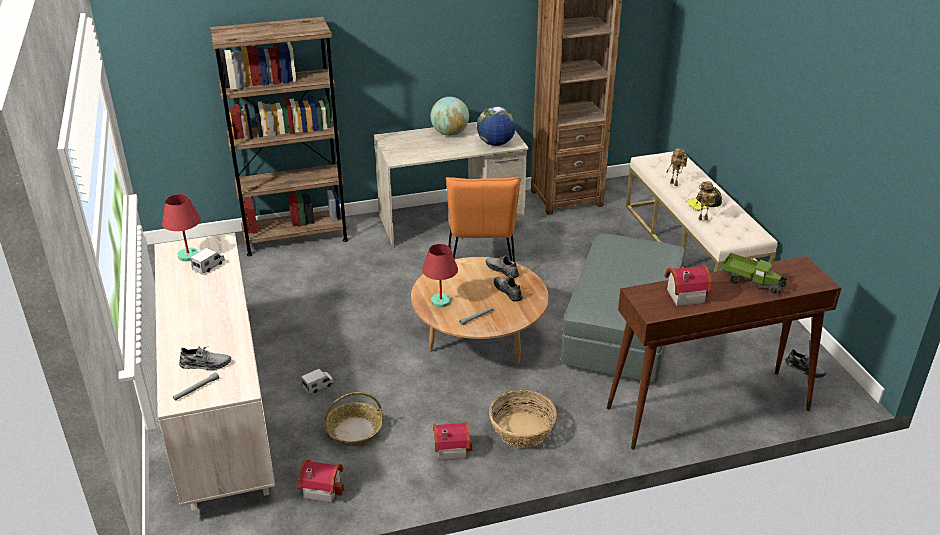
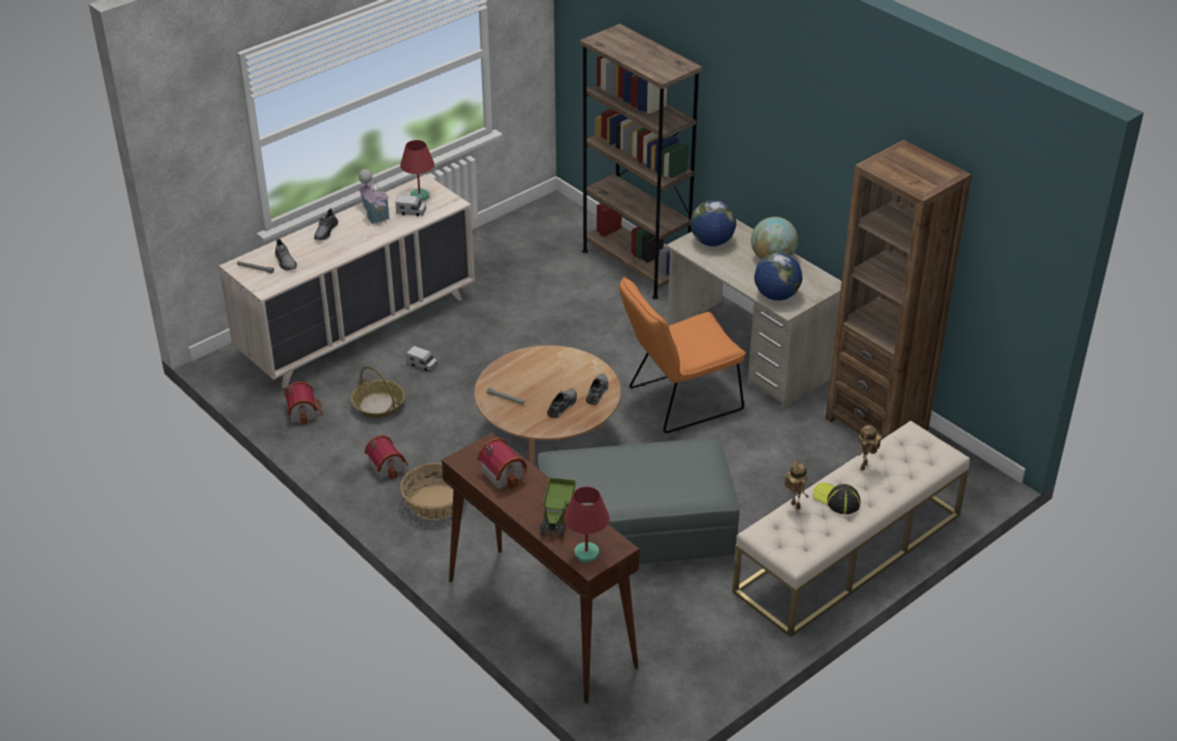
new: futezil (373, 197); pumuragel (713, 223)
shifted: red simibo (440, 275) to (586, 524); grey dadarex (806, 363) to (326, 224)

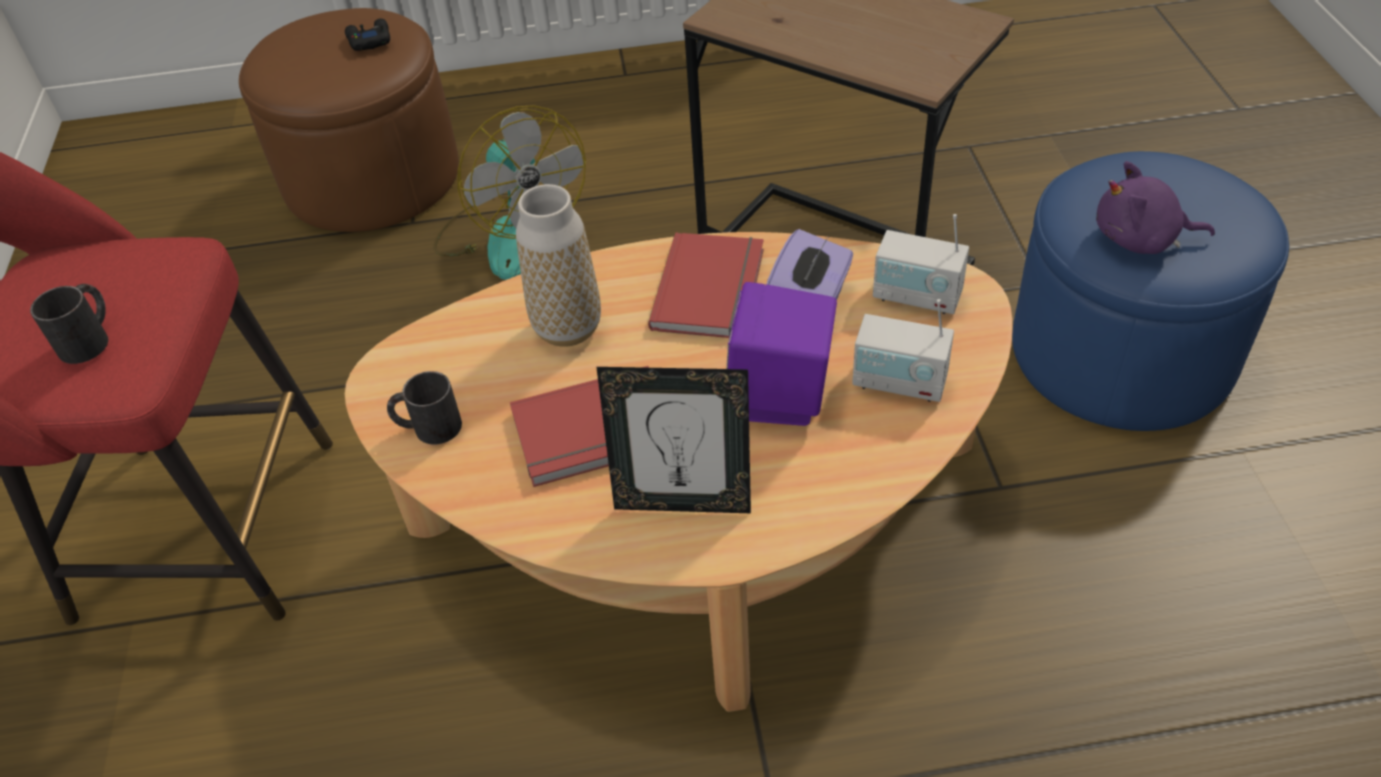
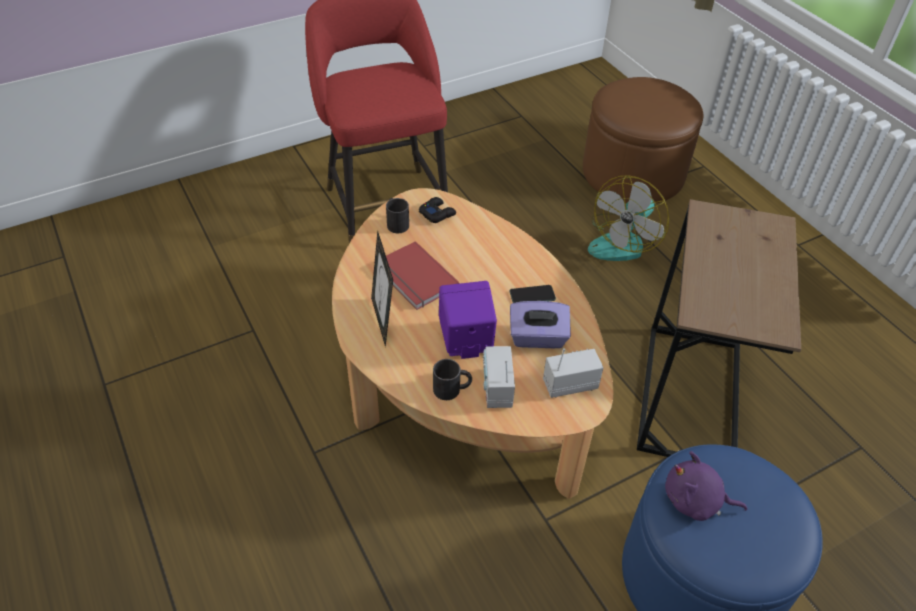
gone: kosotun (558, 265)
shifted: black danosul (367, 35) to (437, 210); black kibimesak (69, 324) to (452, 379)
swapped: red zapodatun (706, 285) to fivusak (532, 294)
rotated: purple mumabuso (1155, 207) = (706, 486) 60 degrees counterclockwise; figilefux (921, 264) = (573, 373) 75 degrees clockwise

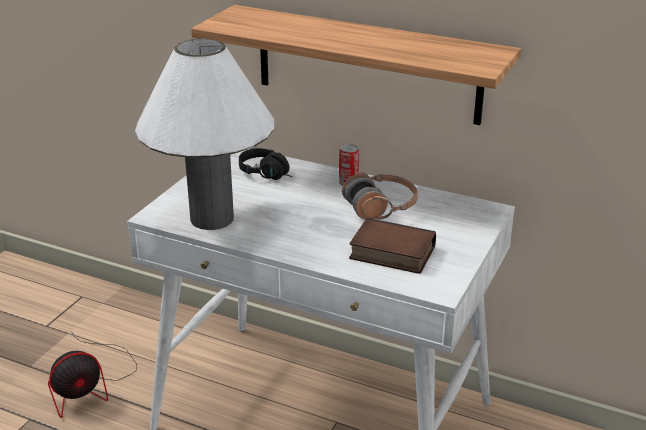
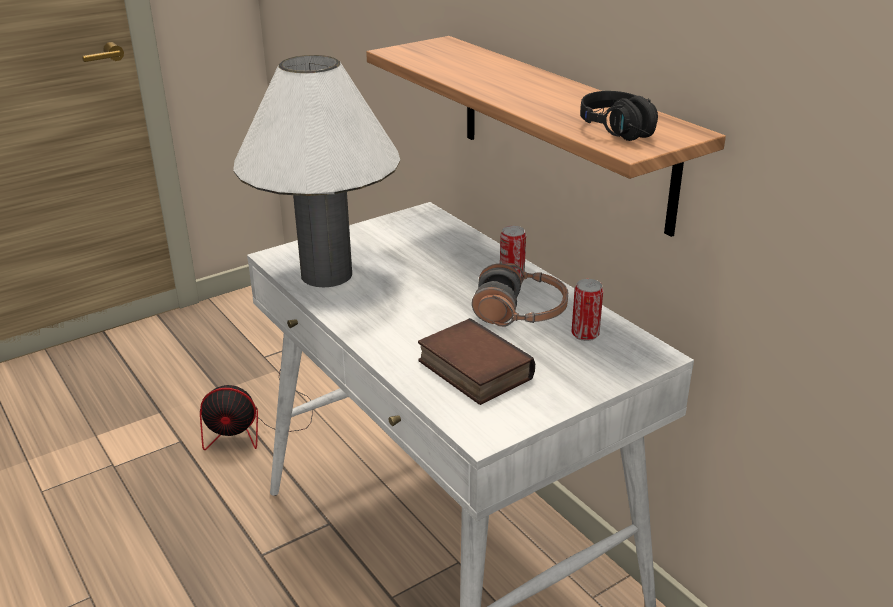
new: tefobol (587, 310)
shifted: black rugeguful (265, 164) to (619, 116)

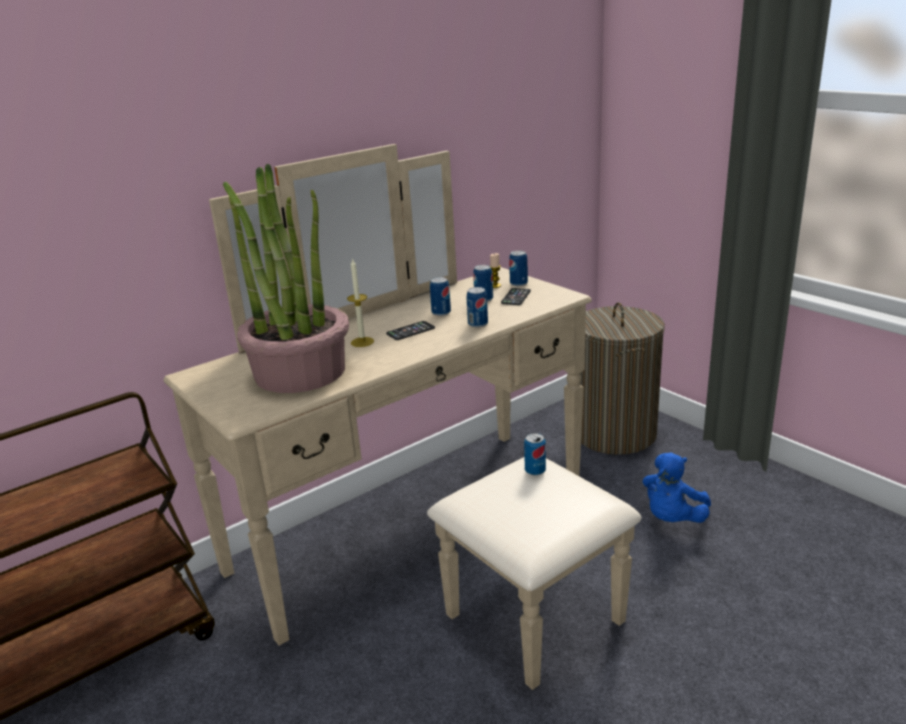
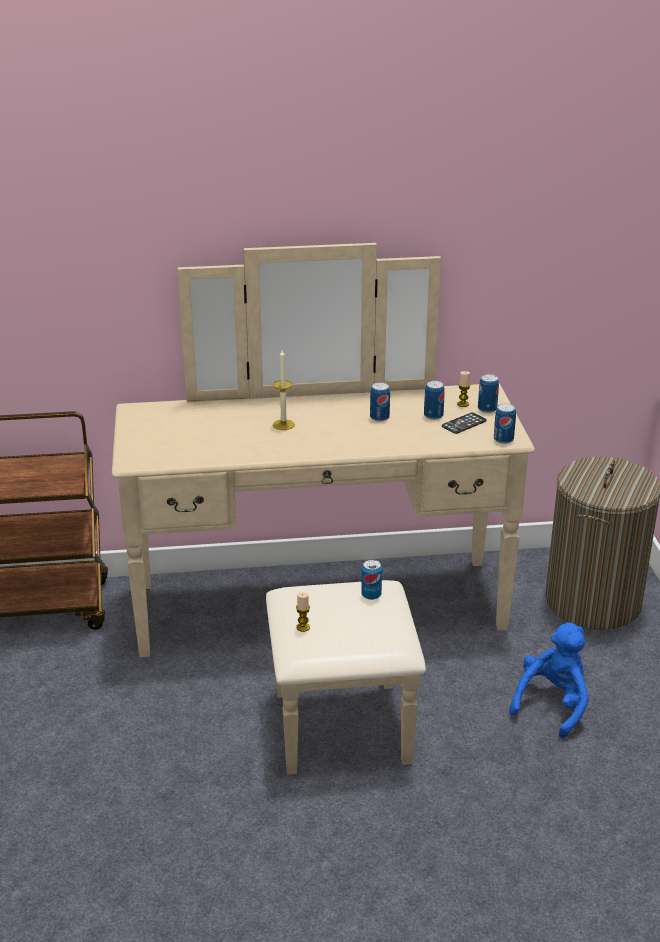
gone: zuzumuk (286, 278); fivusak (410, 330)
new: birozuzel (303, 612)
shifted: tefobol (477, 307) to (505, 423)
rotated: blue mumabuso (677, 487) = (549, 680) 150 degrees clockwise

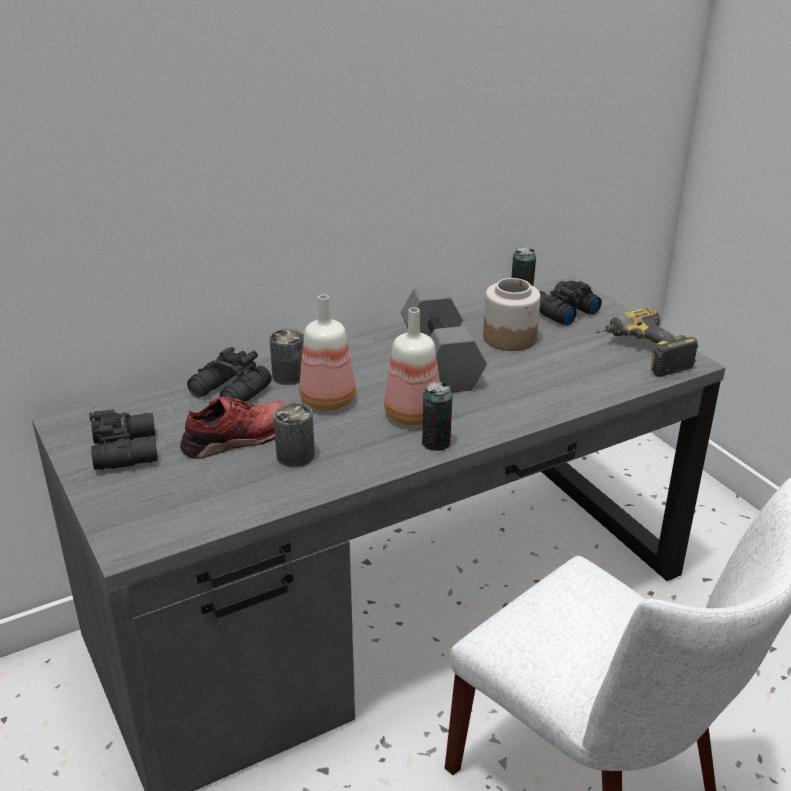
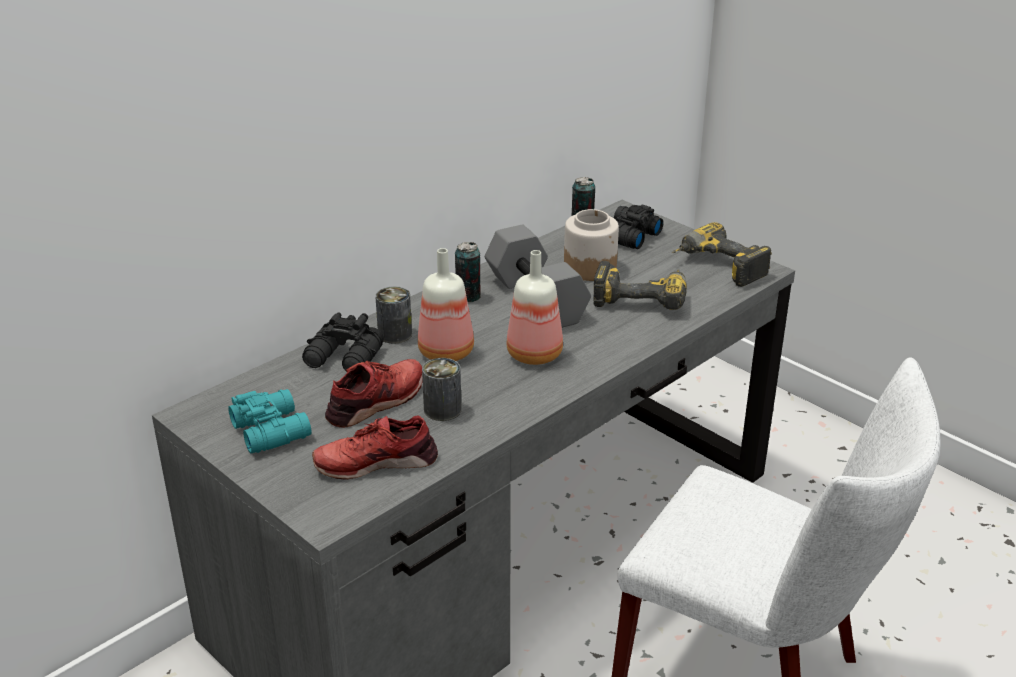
new: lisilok (640, 285); red dadarex (375, 447)
shifted: tefobol (437, 416) to (468, 272)
repainted: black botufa (123, 439) to turquoise botufa (270, 421)

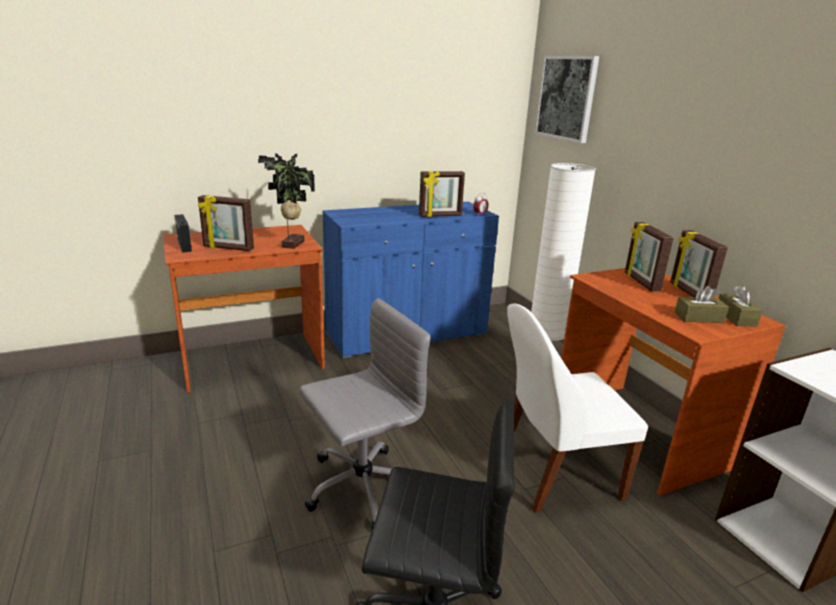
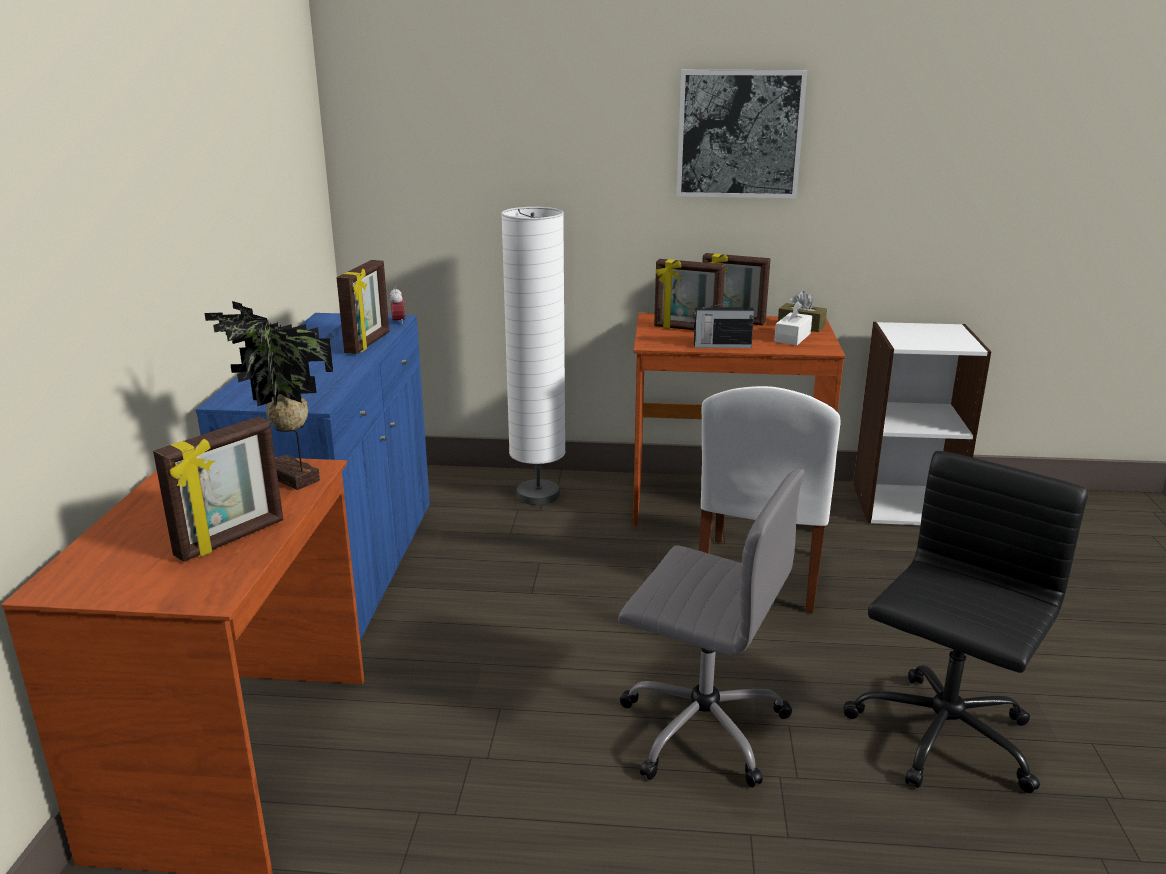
shifted: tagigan (567, 99) to (742, 134); figilefux (183, 233) to (723, 323)
repainted: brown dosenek (701, 304) to white dosenek (793, 323)
rotated: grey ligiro (365, 413) = (711, 628) 120 degrees clockwise

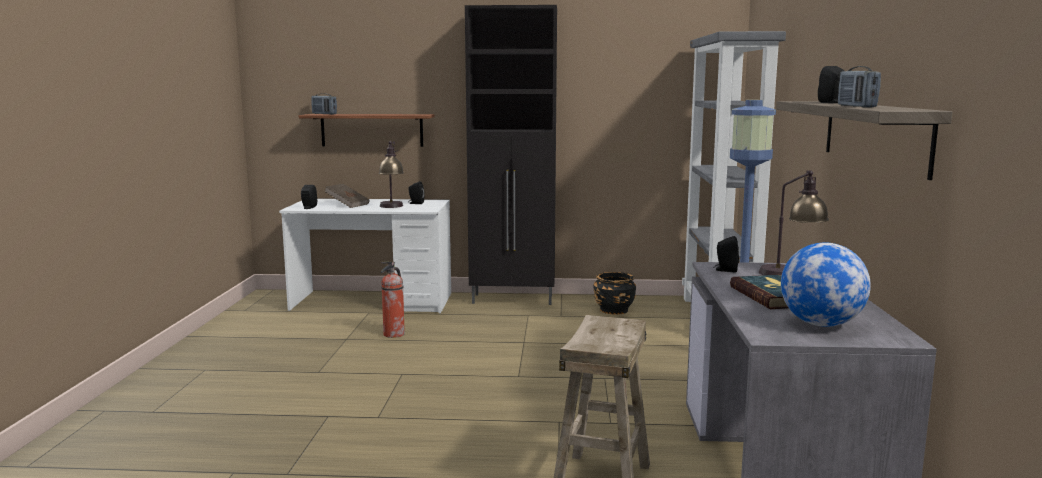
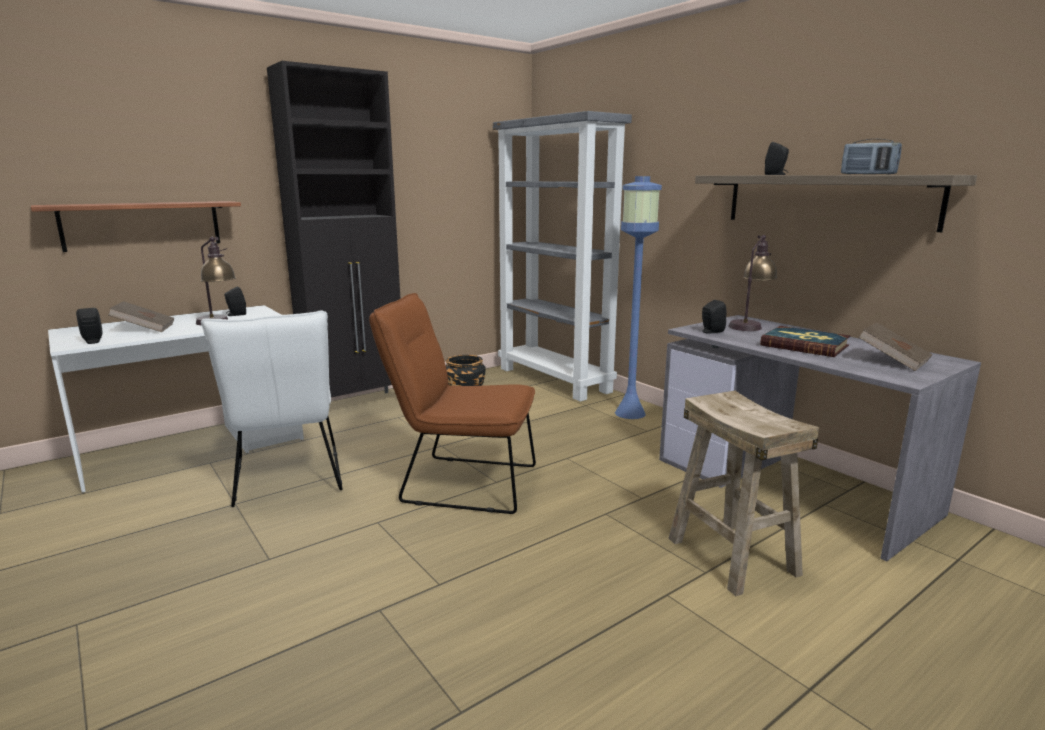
gone: figilefux (324, 104)
new: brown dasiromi (452, 403)
swapped: pumuragel (826, 284) to brown zapodatun (895, 347); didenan (393, 299) to white dasiromi (272, 408)

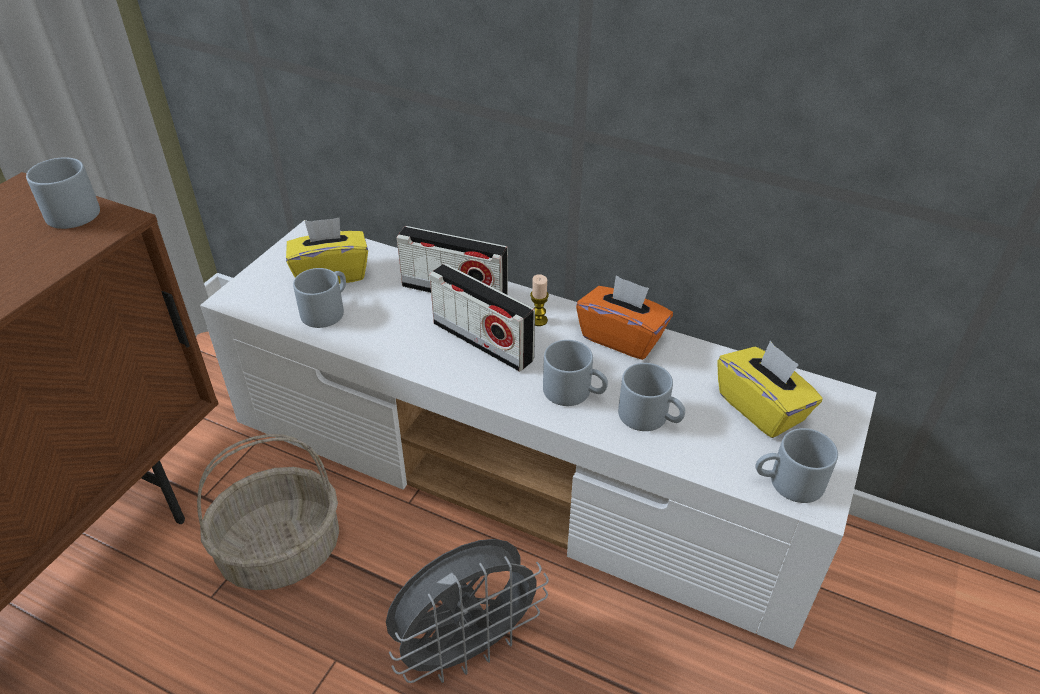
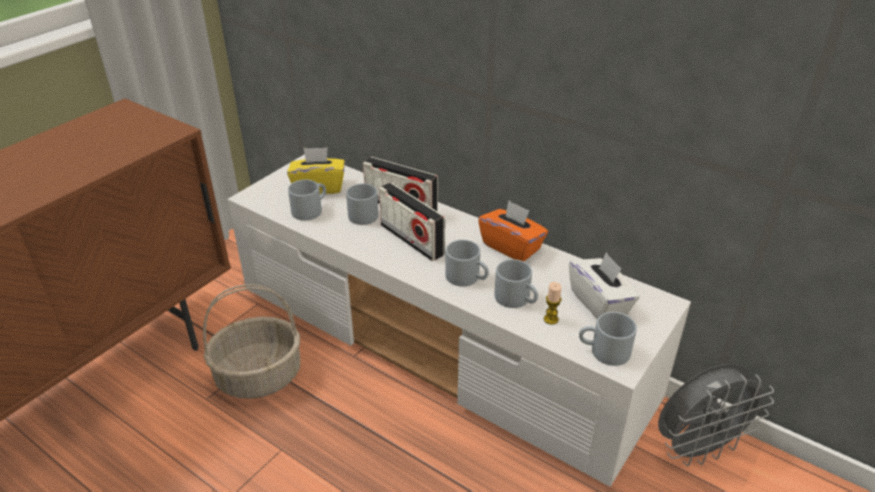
shifted: grey kibimesak (63, 193) to (362, 204); birozuzel (539, 300) to (553, 303); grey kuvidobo (467, 611) to (716, 414)
repainted: yellow dosenek (770, 389) to white dosenek (604, 285)

